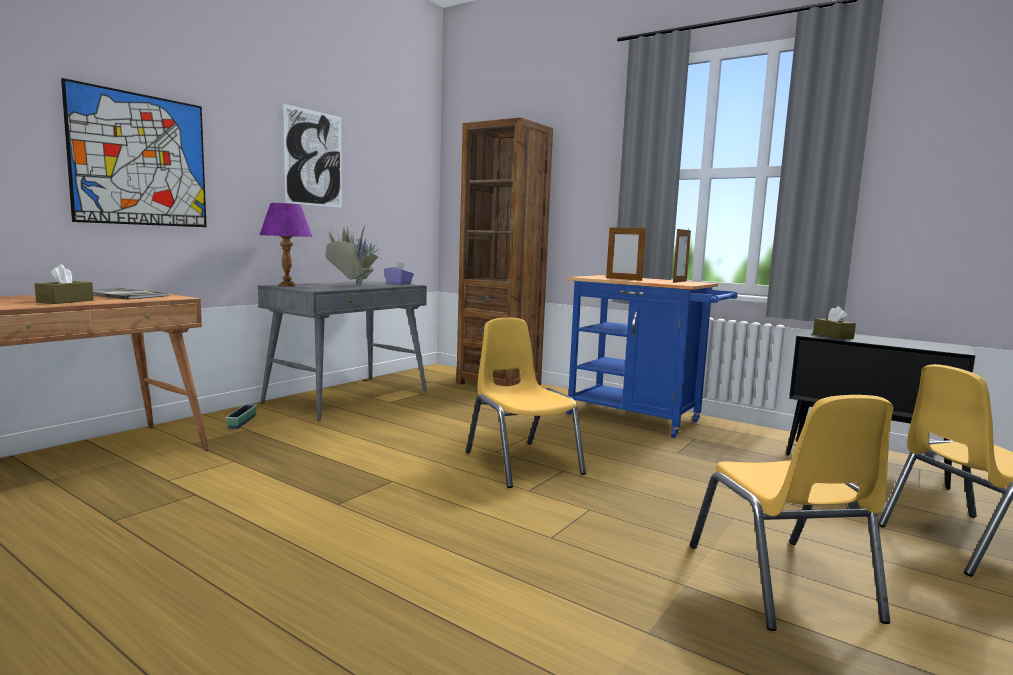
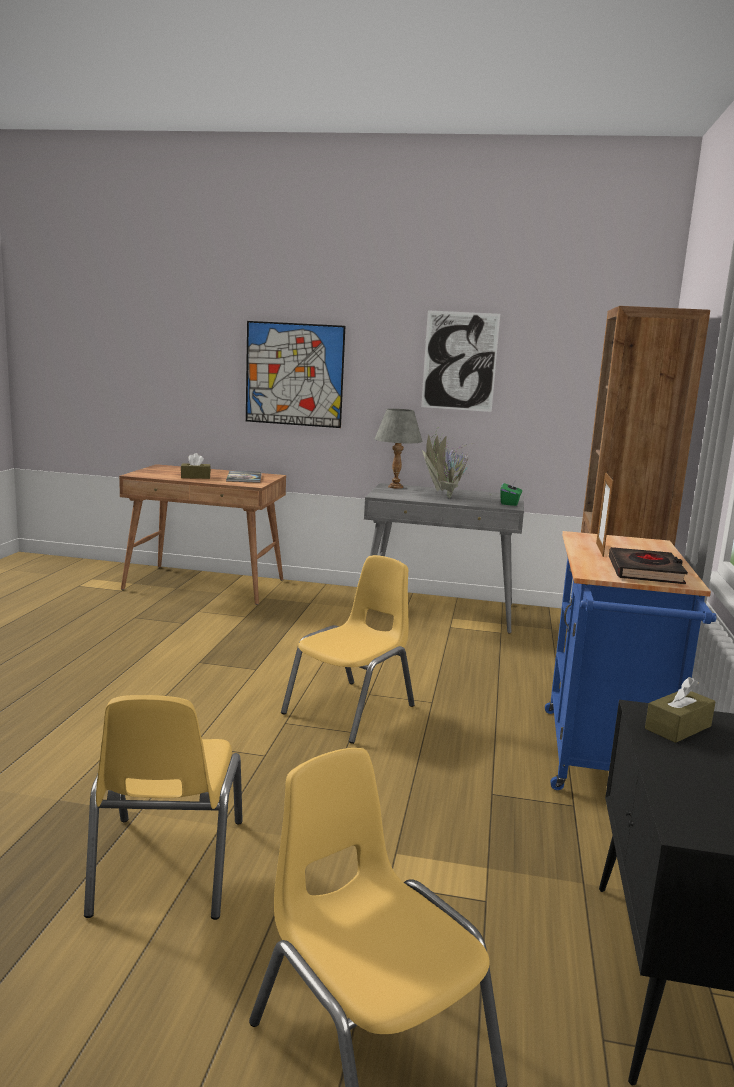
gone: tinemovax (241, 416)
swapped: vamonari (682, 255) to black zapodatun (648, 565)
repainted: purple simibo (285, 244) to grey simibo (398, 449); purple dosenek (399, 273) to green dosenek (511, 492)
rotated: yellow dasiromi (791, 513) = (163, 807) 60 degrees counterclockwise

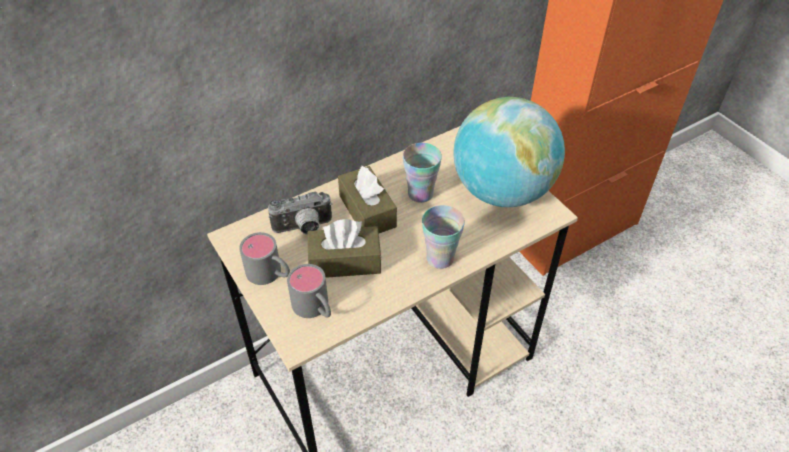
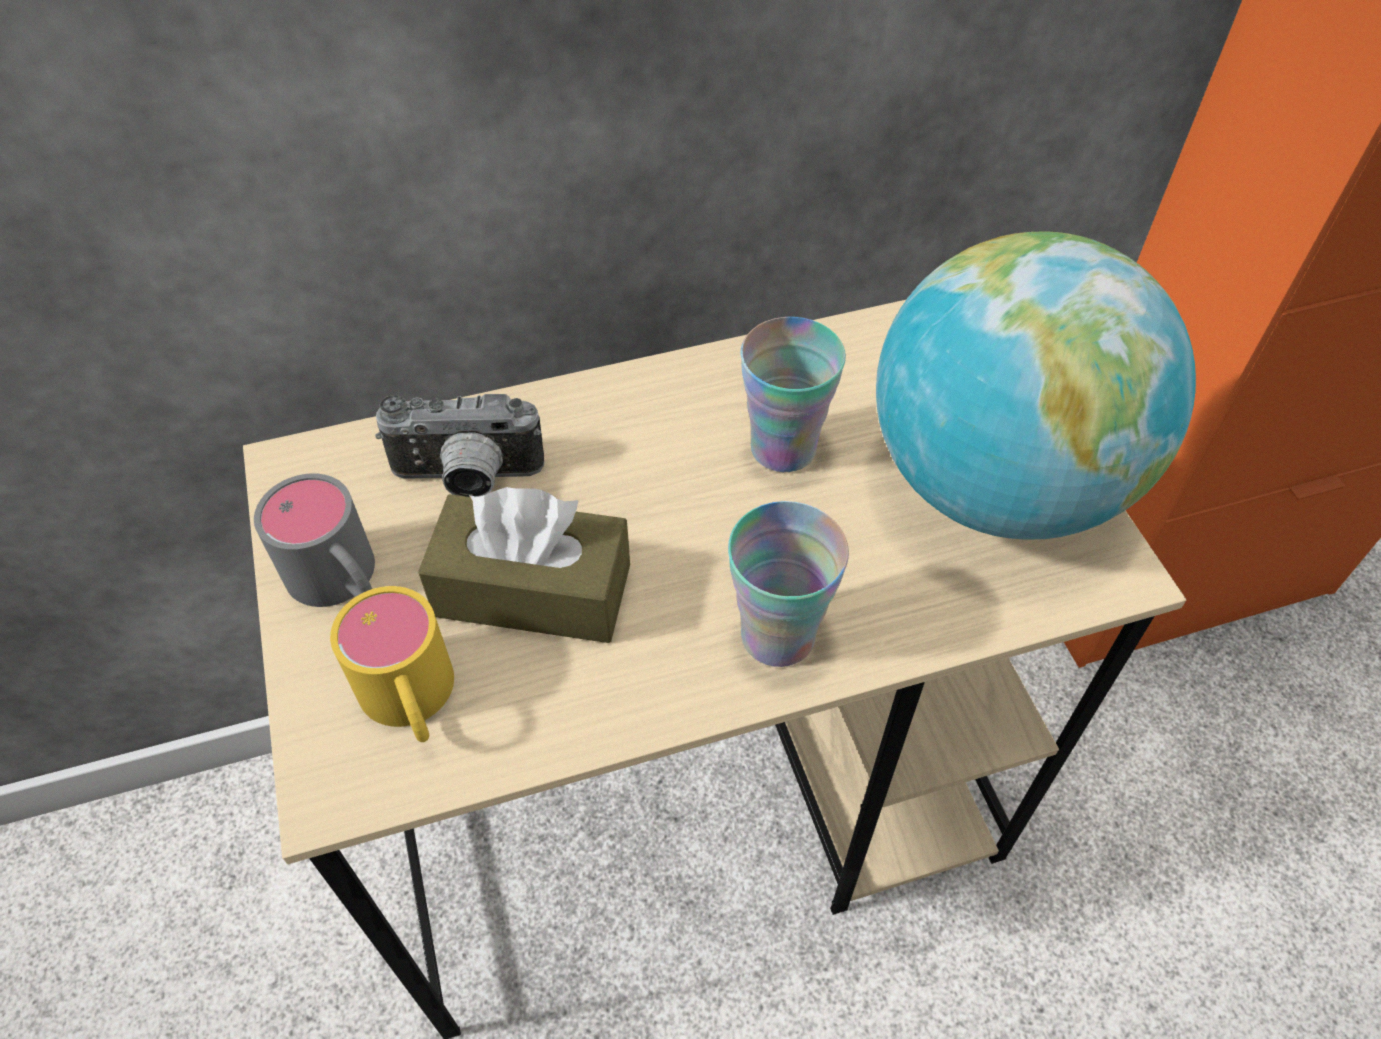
gone: brown dosenek (367, 199)
repainted: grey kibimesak (309, 291) to yellow kibimesak (392, 664)

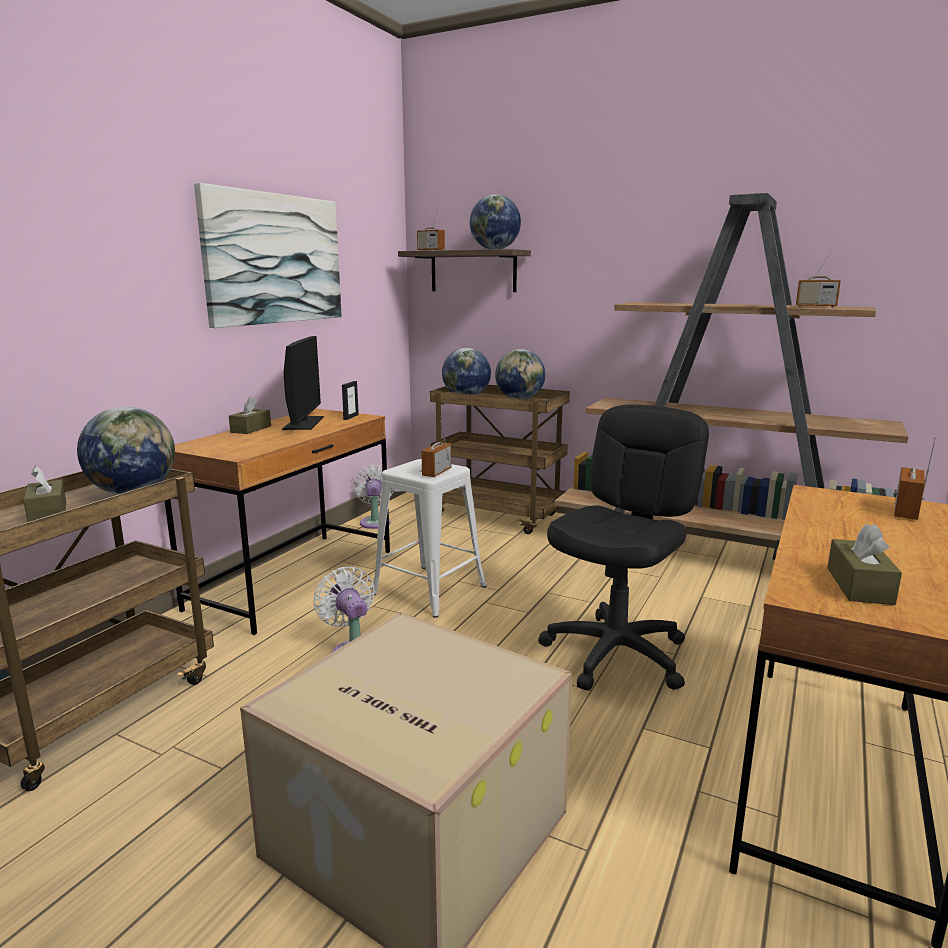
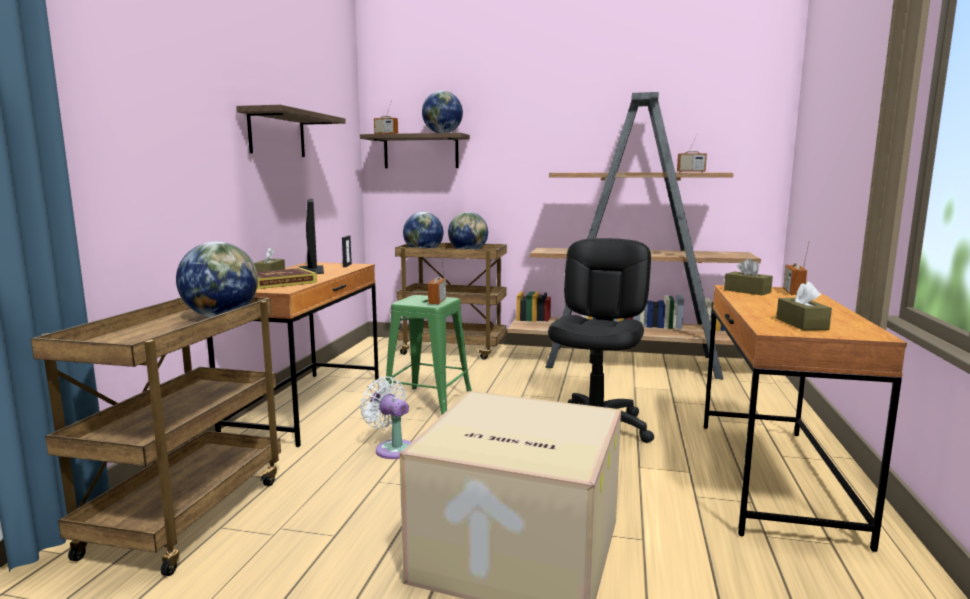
gone: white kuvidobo (373, 497)
new: zapodatun (287, 278)
shifted: brown dosenek (44, 493) to (748, 276)
swapped: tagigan (268, 255) to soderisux (291, 131)
repainted: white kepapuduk (429, 538) to green kepapuduk (429, 355)

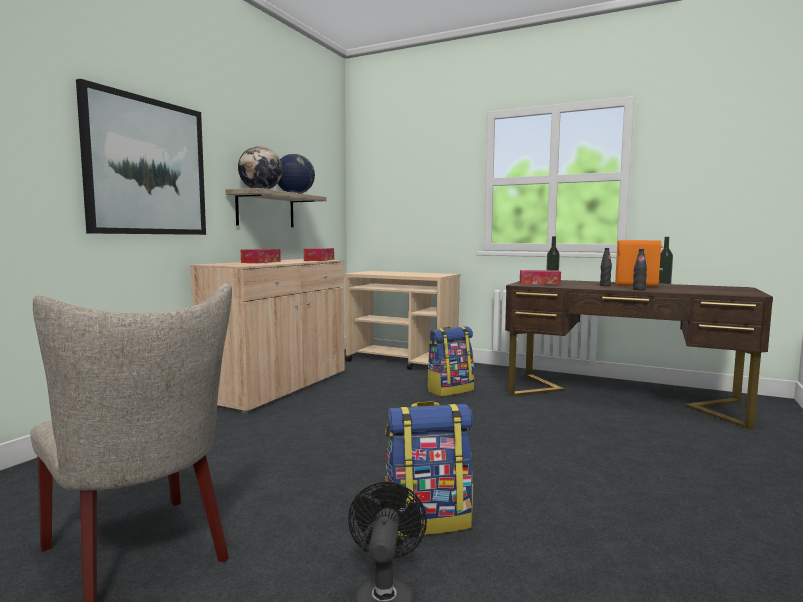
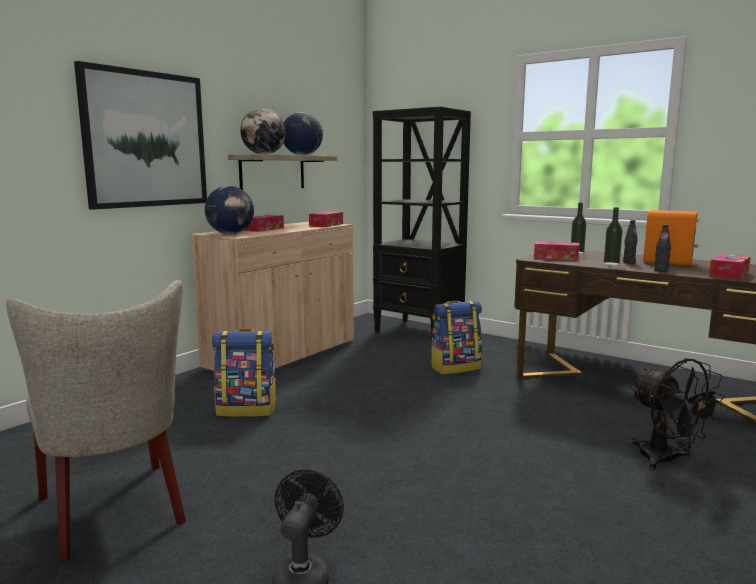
new: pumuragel (229, 210); dosenek (730, 267); black kuvidobo (677, 414)
shifted: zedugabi (666, 261) to (613, 236); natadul (429, 468) to (244, 373)
swapped: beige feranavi (402, 320) to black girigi (422, 223)

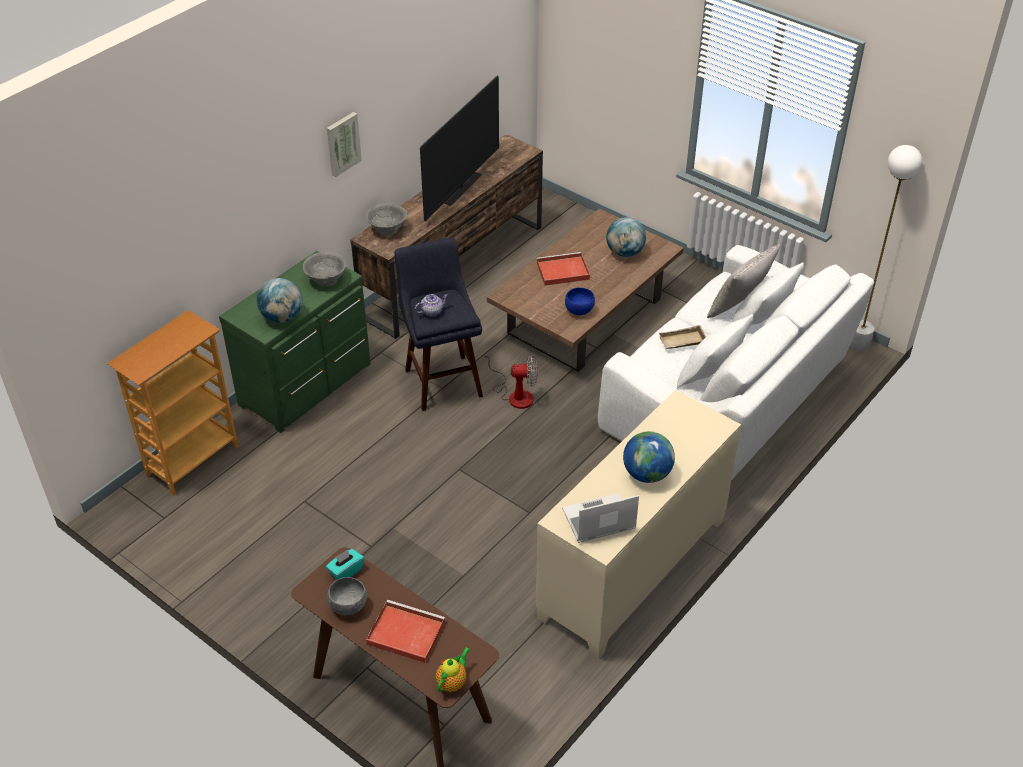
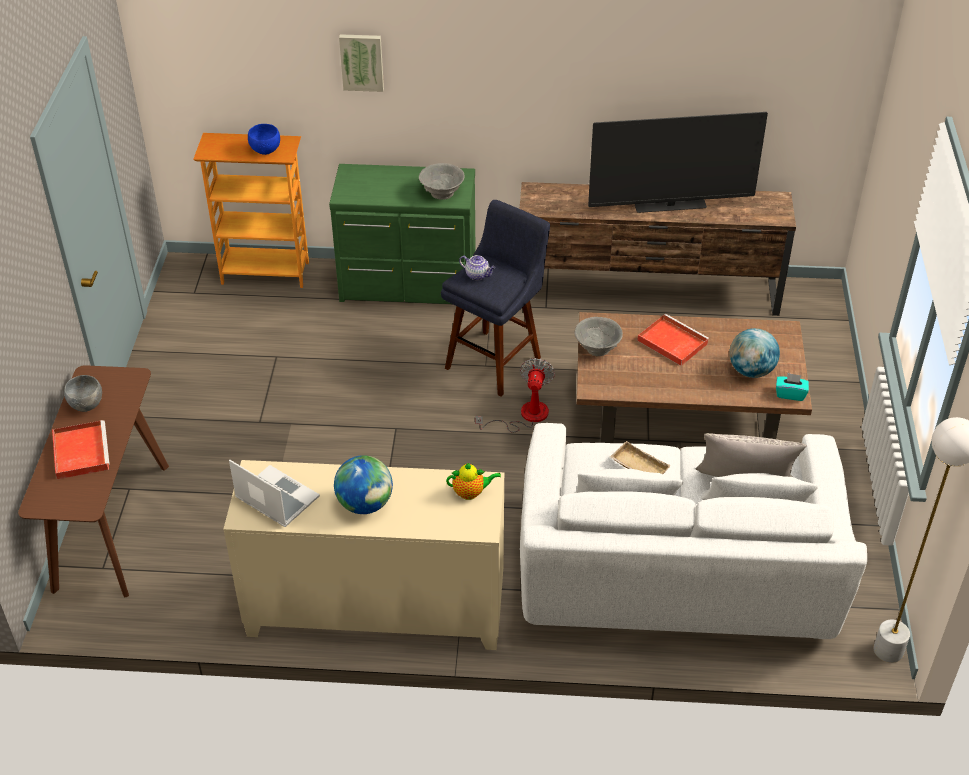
gone: pumuragel (279, 300)
shifted: tagigan (344, 144) to (361, 63); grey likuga (386, 219) to (599, 336); blue likuga (580, 301) to (264, 139); turquoise dosenek (345, 564) to (792, 387); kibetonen (452, 669) to (473, 481)
rotated: kuvidobo (510, 382) = (515, 395) 135 degrees counterclockwise

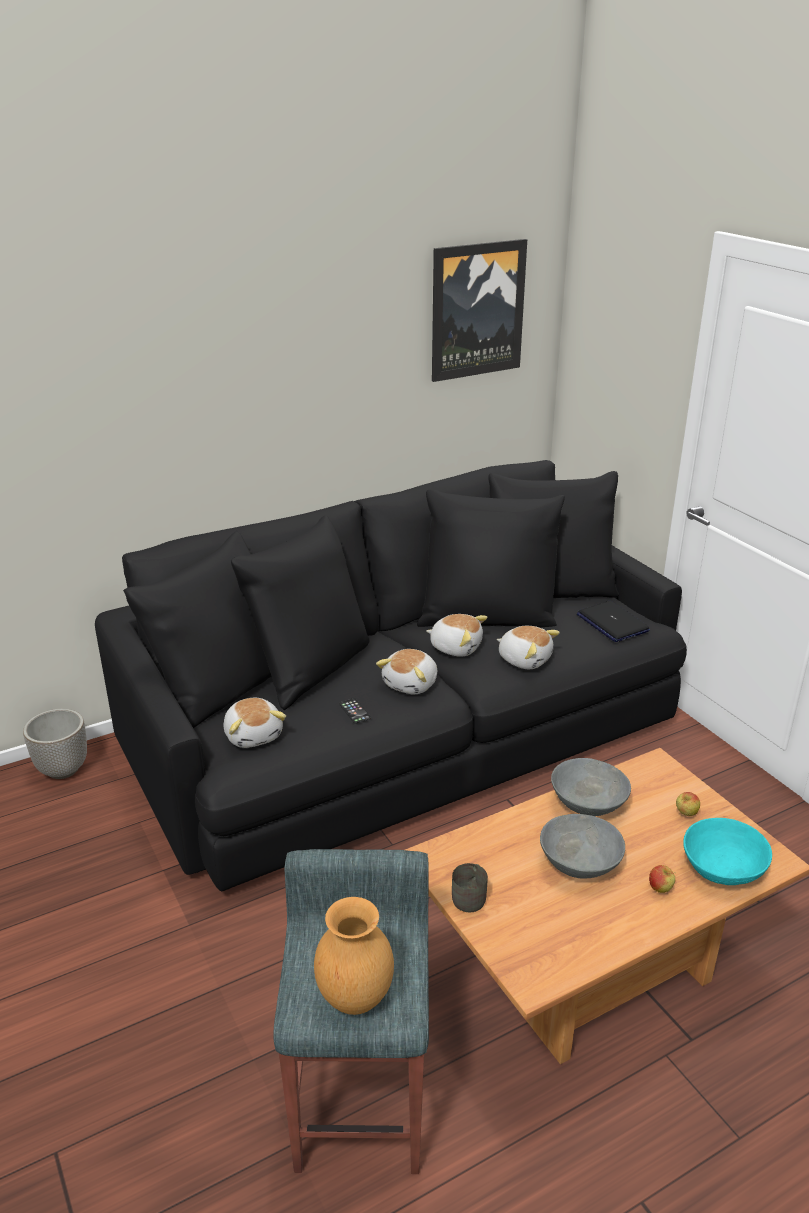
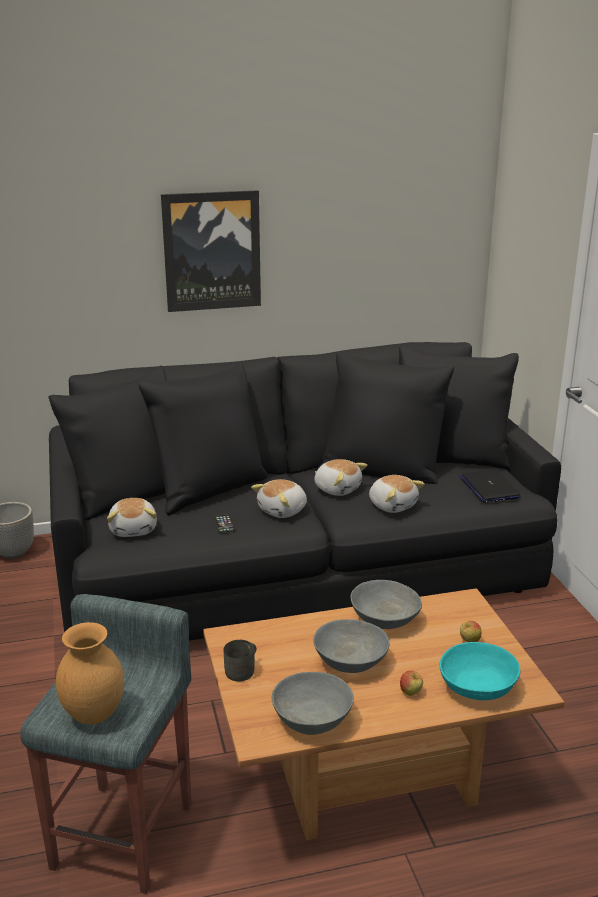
new: grey likuga (313, 703)
shifted: tagigan (479, 310) to (211, 251)

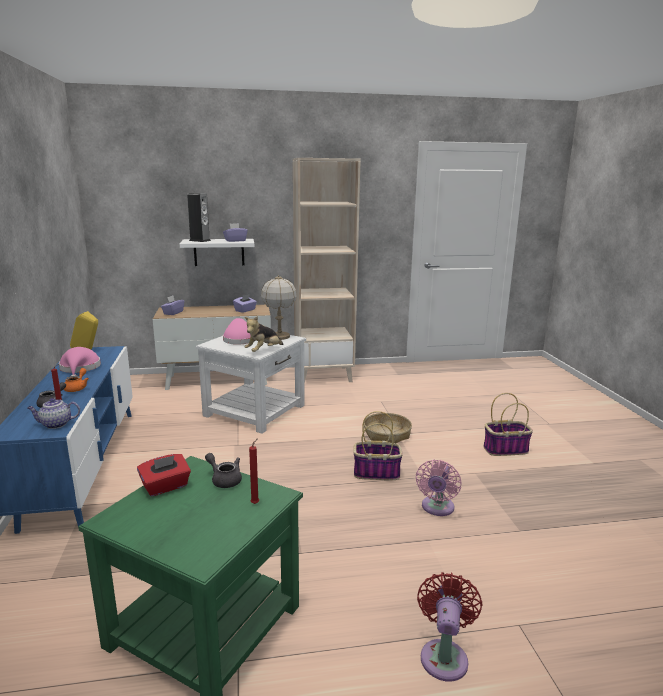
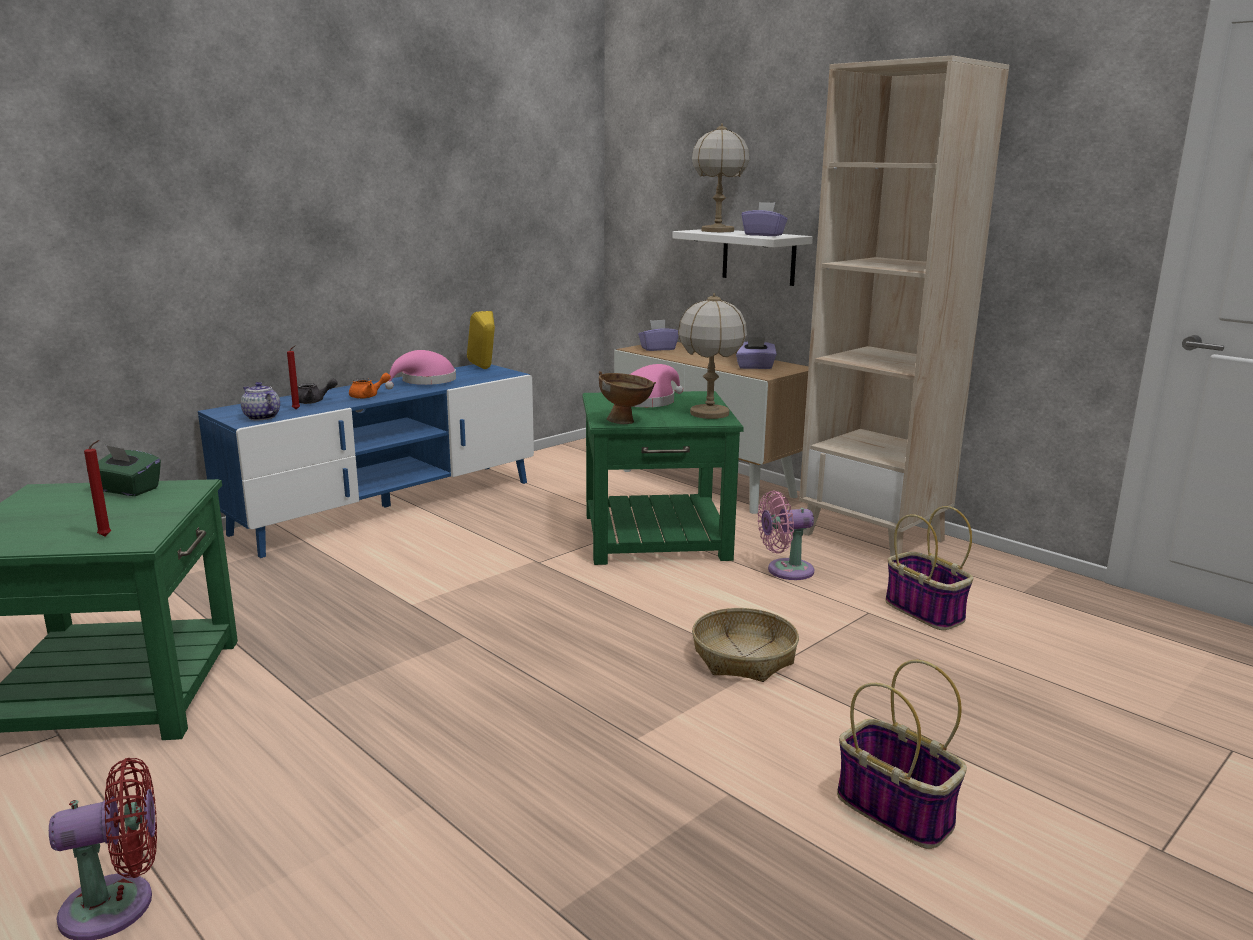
gone: grey kibetonen (223, 470)
shifted: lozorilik (378, 445) to (929, 568); pink kuvidobo (438, 487) to (786, 535)
swapped: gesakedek (199, 217) to simibo (720, 177); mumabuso (264, 334) to brown likuga (627, 397)
repainted: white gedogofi (251, 384) to green gedogofi (663, 478); red dosenek (164, 475) to green dosenek (124, 470)

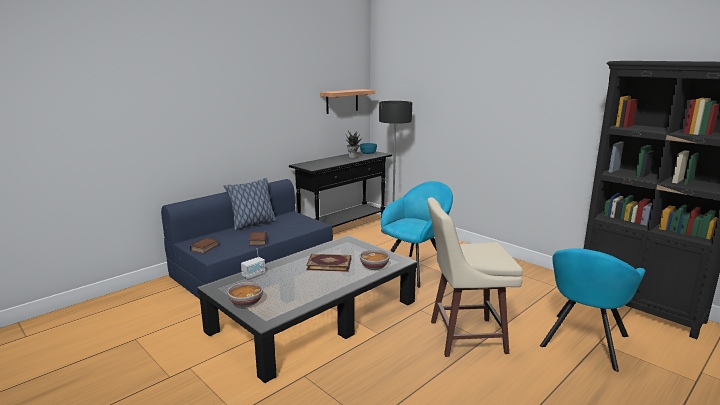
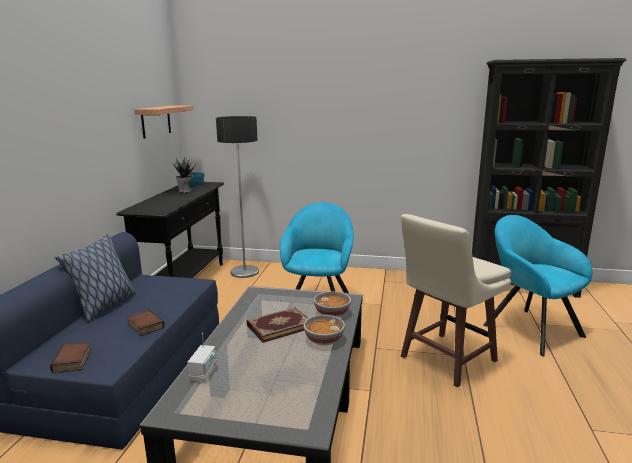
shifted: likuga (245, 294) to (324, 330)
rotated: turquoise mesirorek (592, 310) = (537, 286) 150 degrees clockwise

